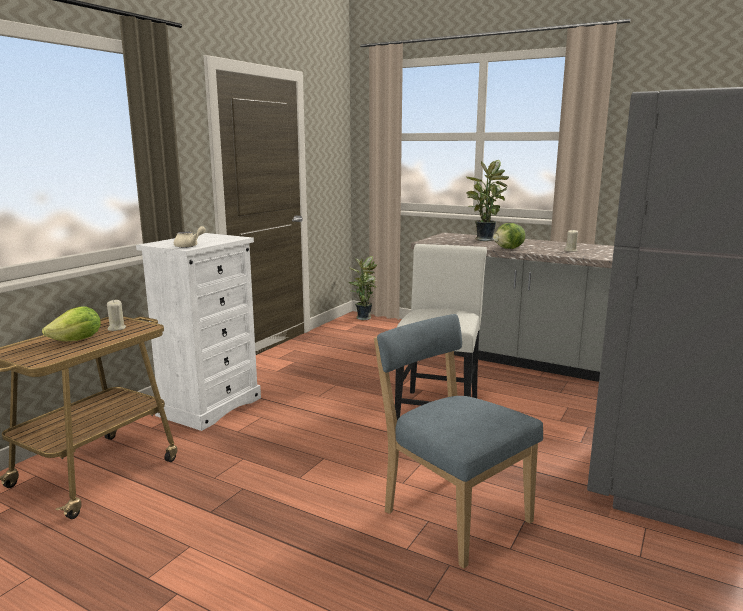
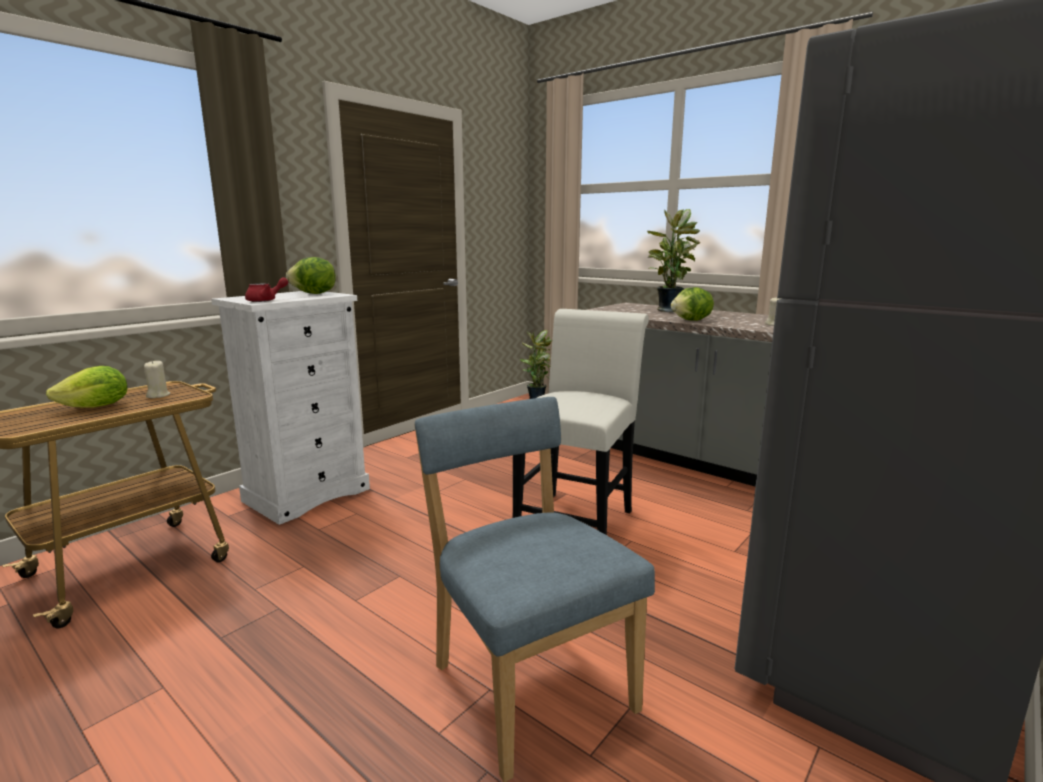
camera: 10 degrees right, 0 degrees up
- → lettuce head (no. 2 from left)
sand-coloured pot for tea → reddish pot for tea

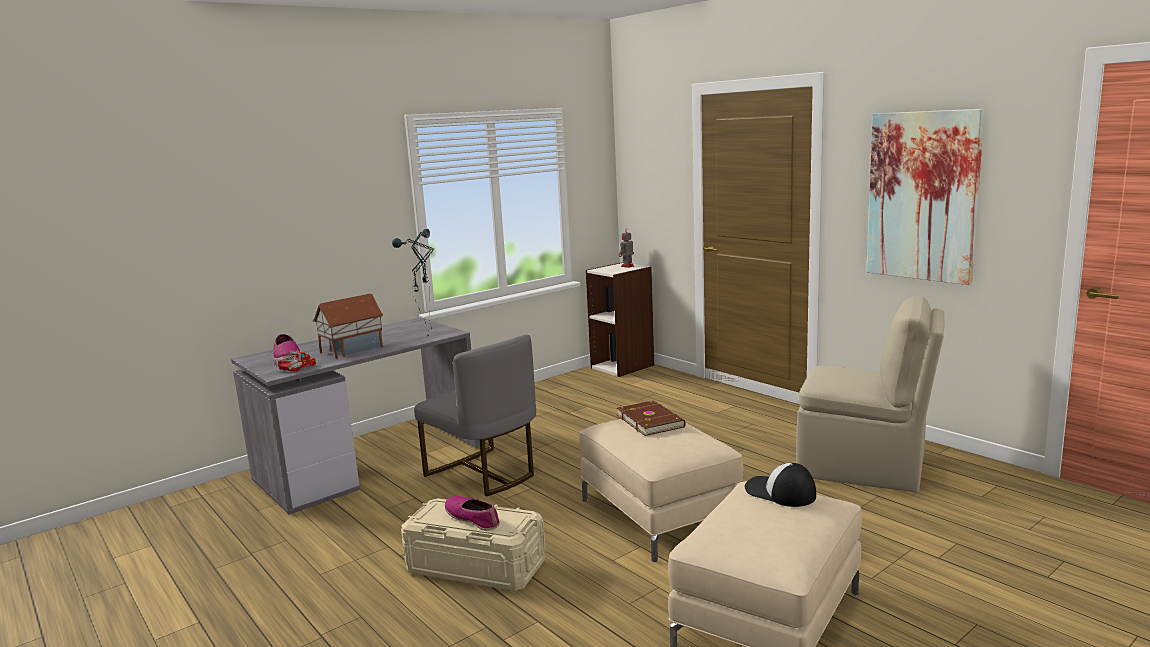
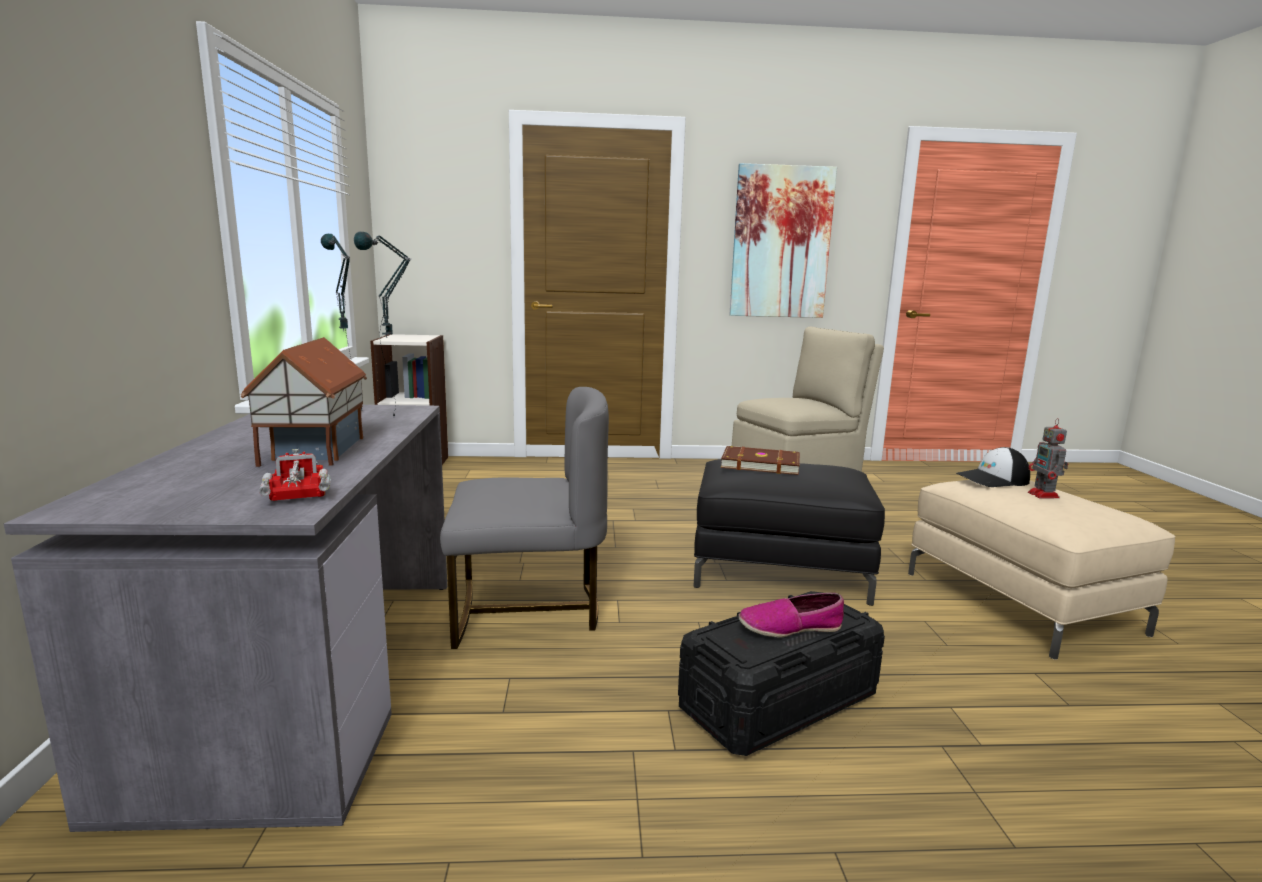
camera: 55 degrees left, 0 degrees up
item of footwear (no. 1 from left) → -
toy robot, shifted
sand-coloured storage bin → black storage bin
sand-coloured footrest (no. 1 from left) → black footrest

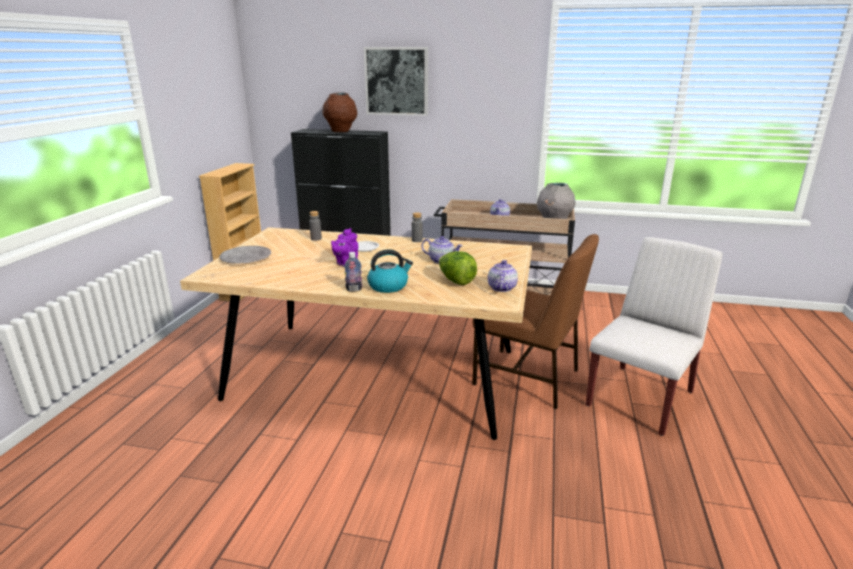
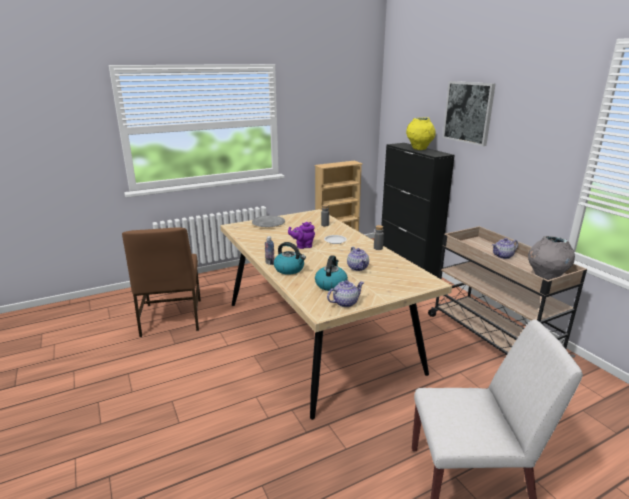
camera: 50 degrees right, 0 degrees up
brown plain chair, shifted
lettuce head → water kettle (no. 2 from left)
brown flower vase → yellow flower vase

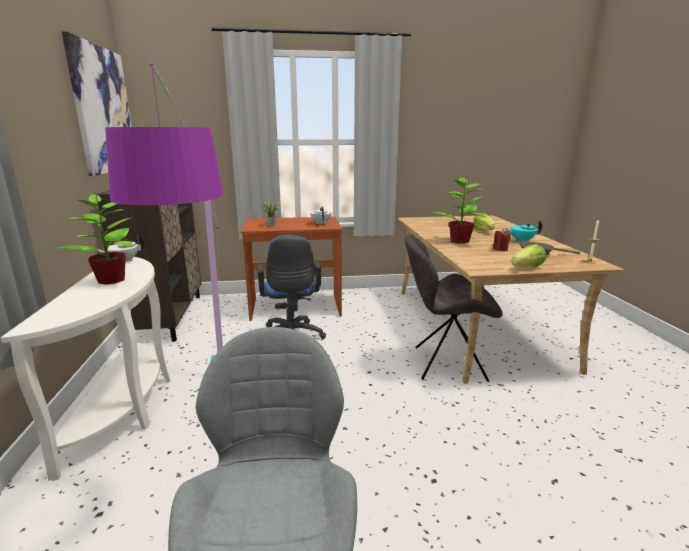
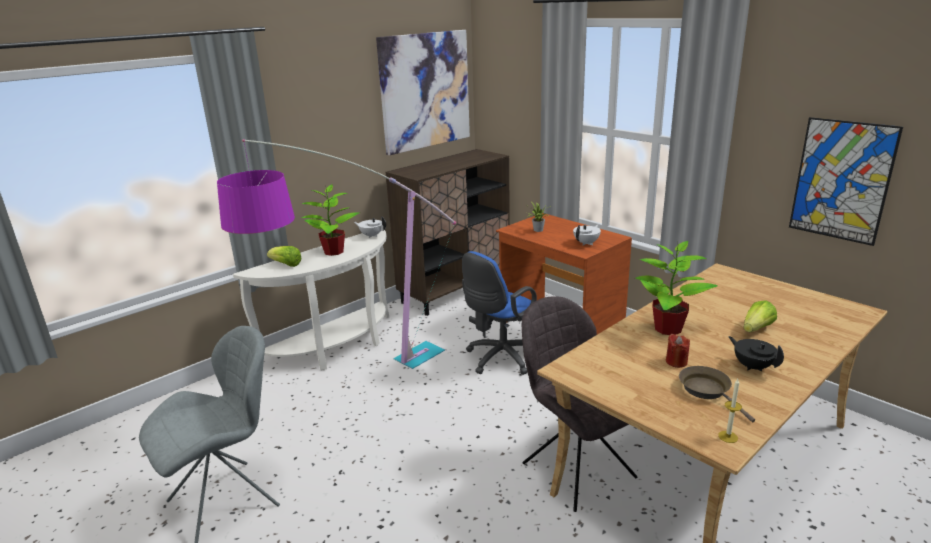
camera: 55 degrees right, 5 degrees up
- → wall art (no. 2 from left)
lettuce head (no. 2 from left in the first image) → lettuce head (no. 1 from left), shifted
blue-green pot for tea → black pot for tea

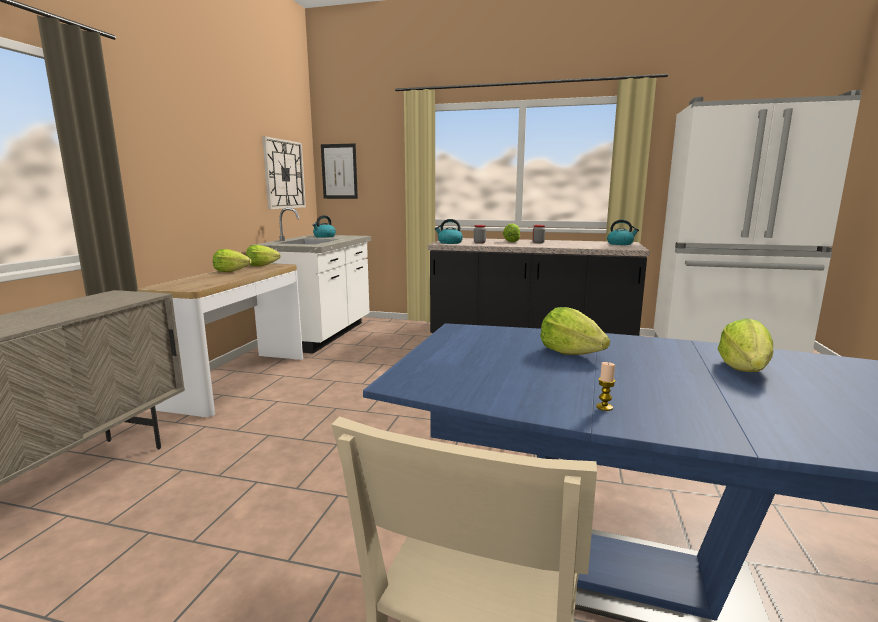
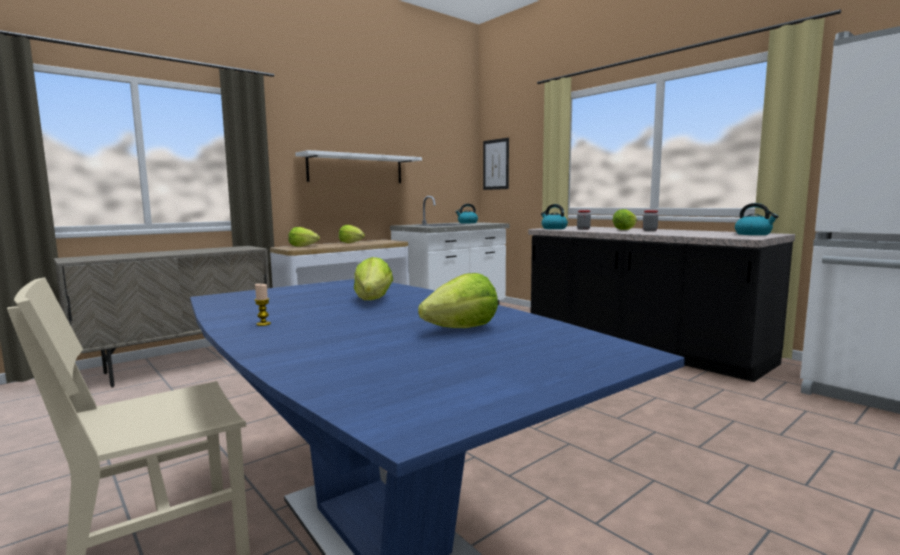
camera: 35 degrees right, 5 degrees down
wall clock → -
- → white-coloured bracket shelf
lettuce head (no. 2 from left in the first image) → lettuce head (no. 1 from left), shifted

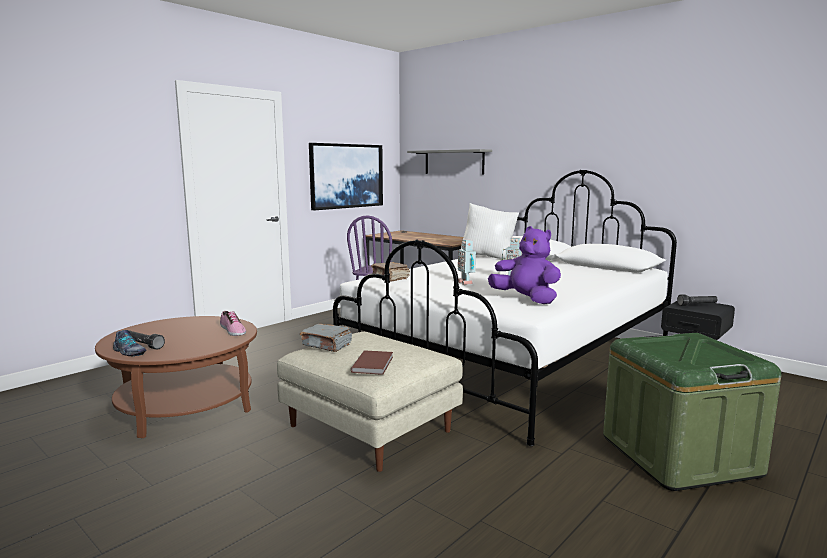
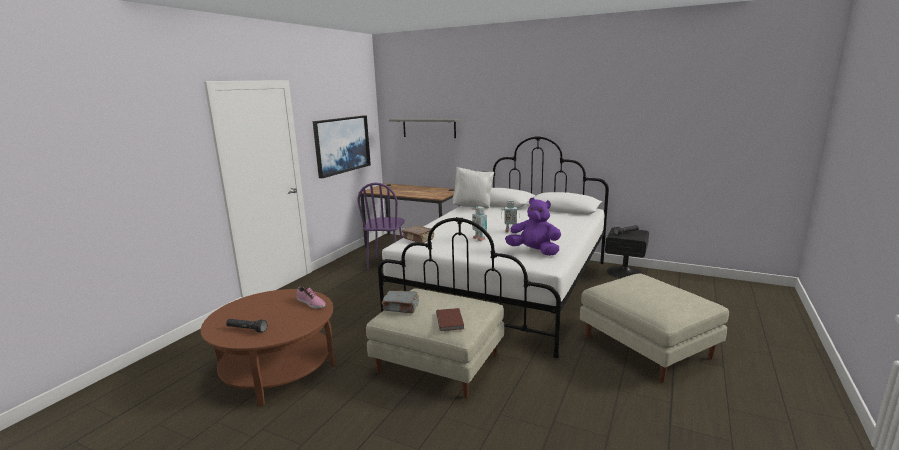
camera: 15 degrees left, 5 degrees up
item of footwear (no. 1 from left) → -
green-coloured storage bin → sand-coloured footrest (no. 2 from left)

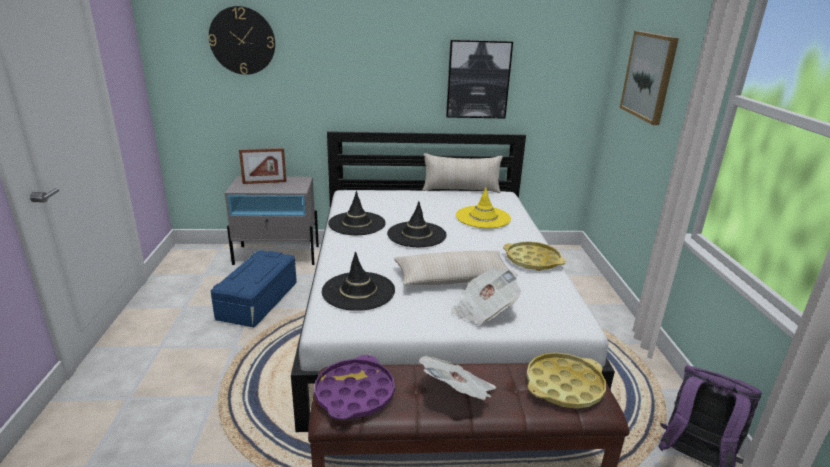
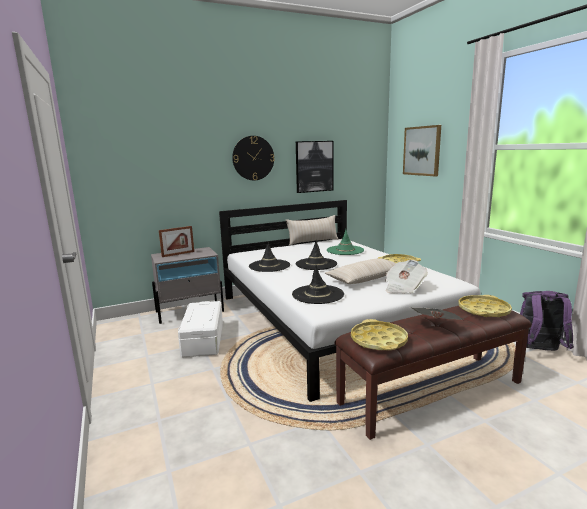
camera: 20 degrees left, 10 degrees down
wall clock, shifted
blue-coloured storage bin → white-coloured storage bin
purple carrying tray → yellow carrying tray (no. 1 from left)
yellow hat → green-coloured hat

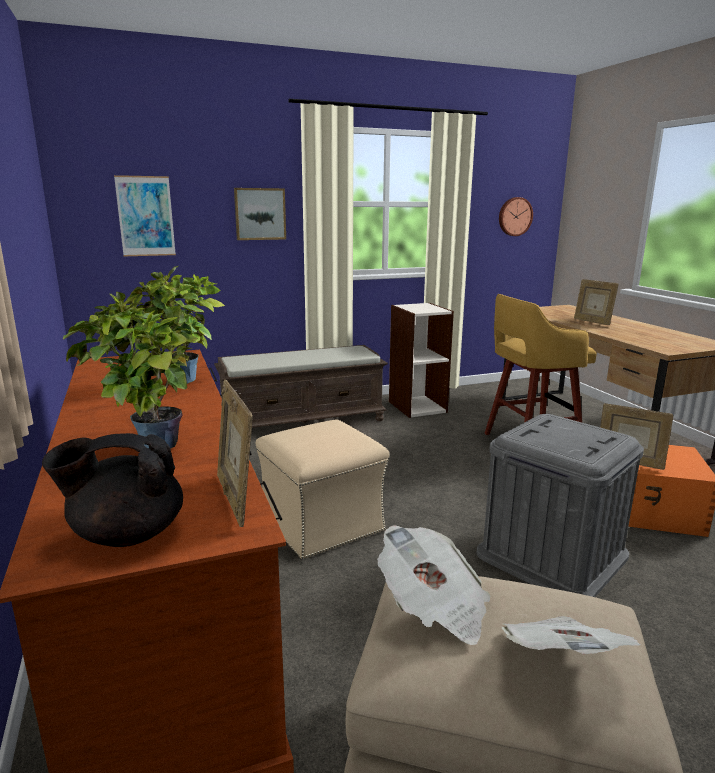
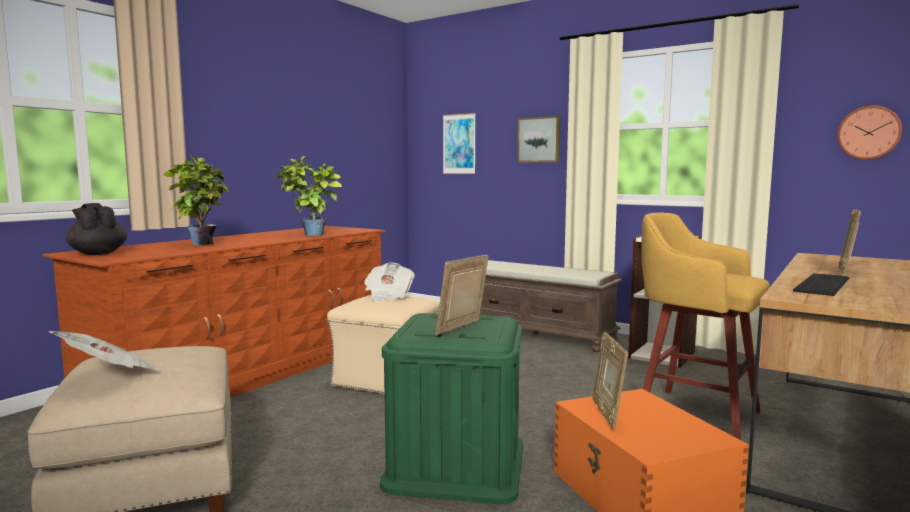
camera: 55 degrees right, 10 degrees down
- → keyboard
standing frame (no. 1 from left), shifted
newspaper (no. 1 from left in the first image) → newspaper (no. 2 from left), shifted
gray storage bin → green-coloured storage bin

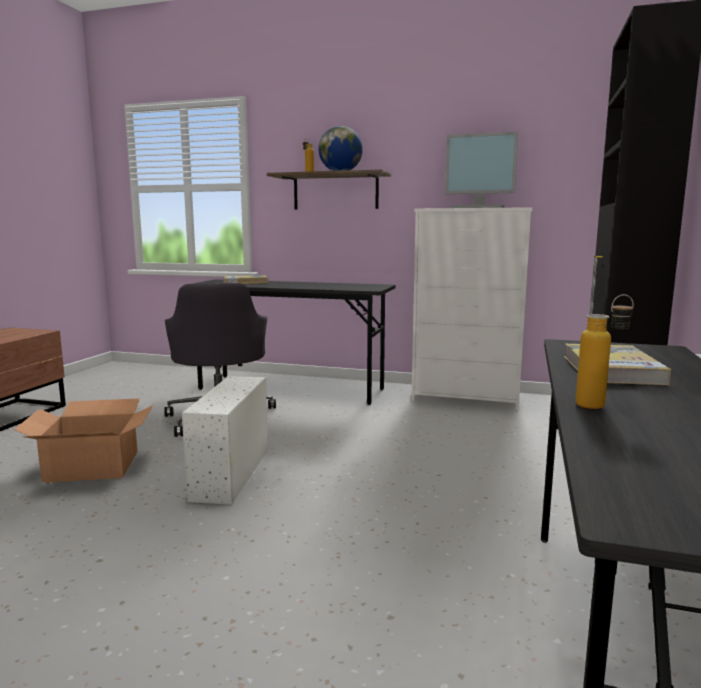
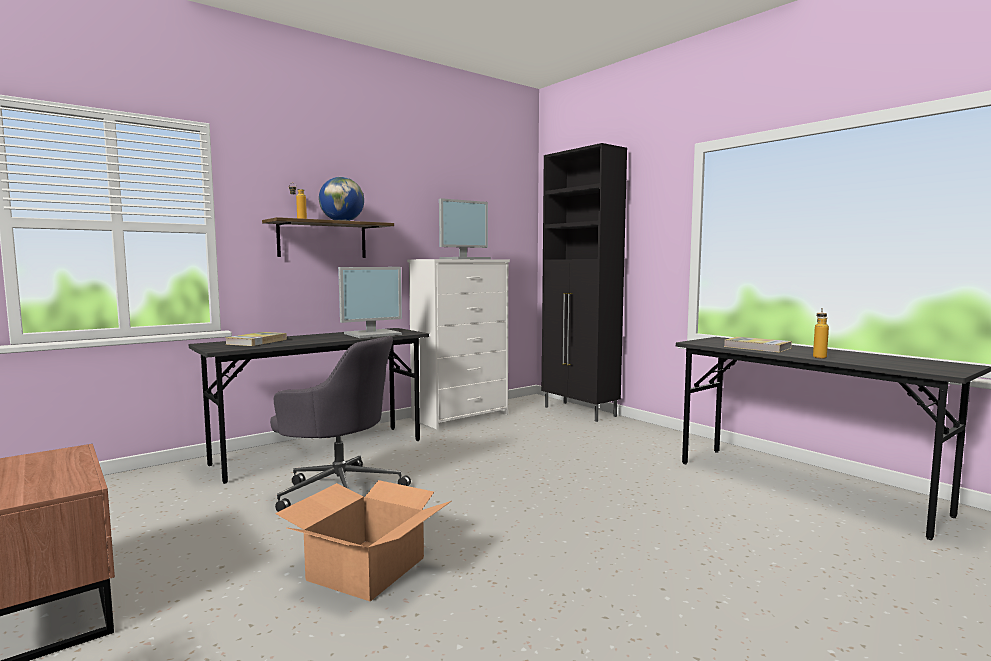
camera: 55 degrees left, 5 degrees down
white-coloured storage bin → -
- → computer display (no. 1 from left)

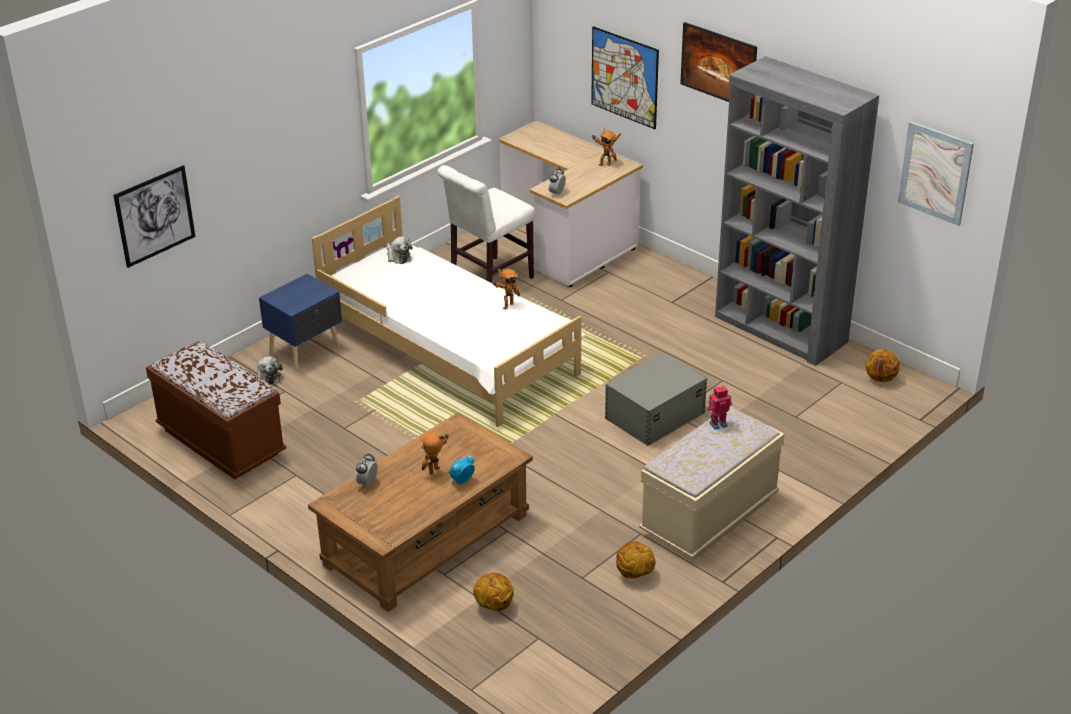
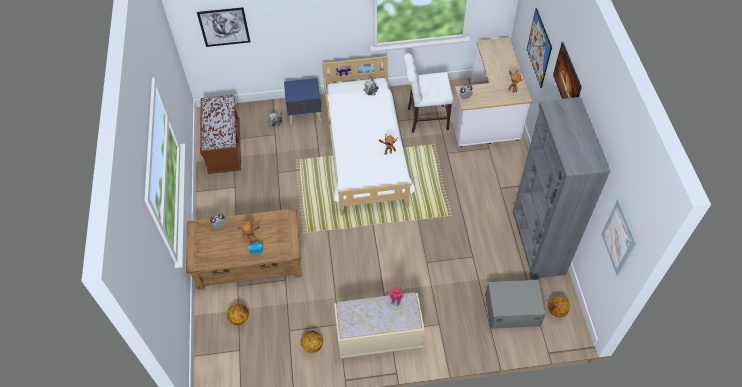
camera: 40 degrees right, 20 degrees up
gray storage bin, shifted

